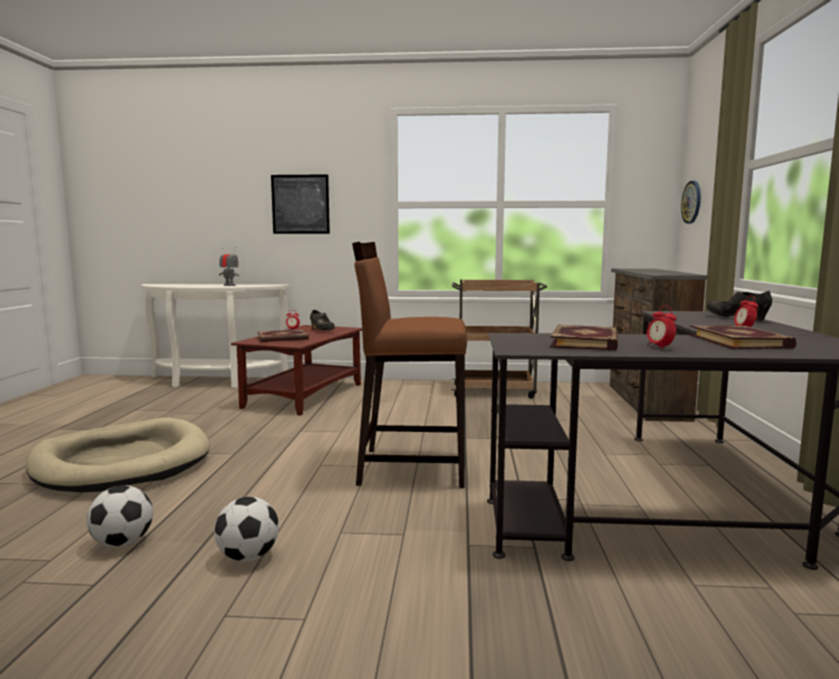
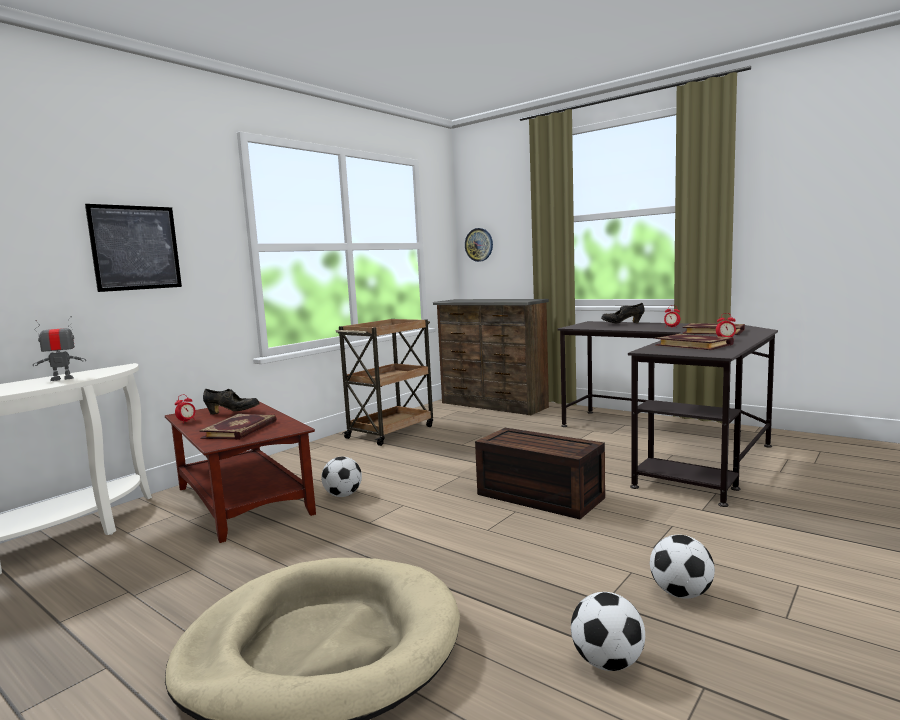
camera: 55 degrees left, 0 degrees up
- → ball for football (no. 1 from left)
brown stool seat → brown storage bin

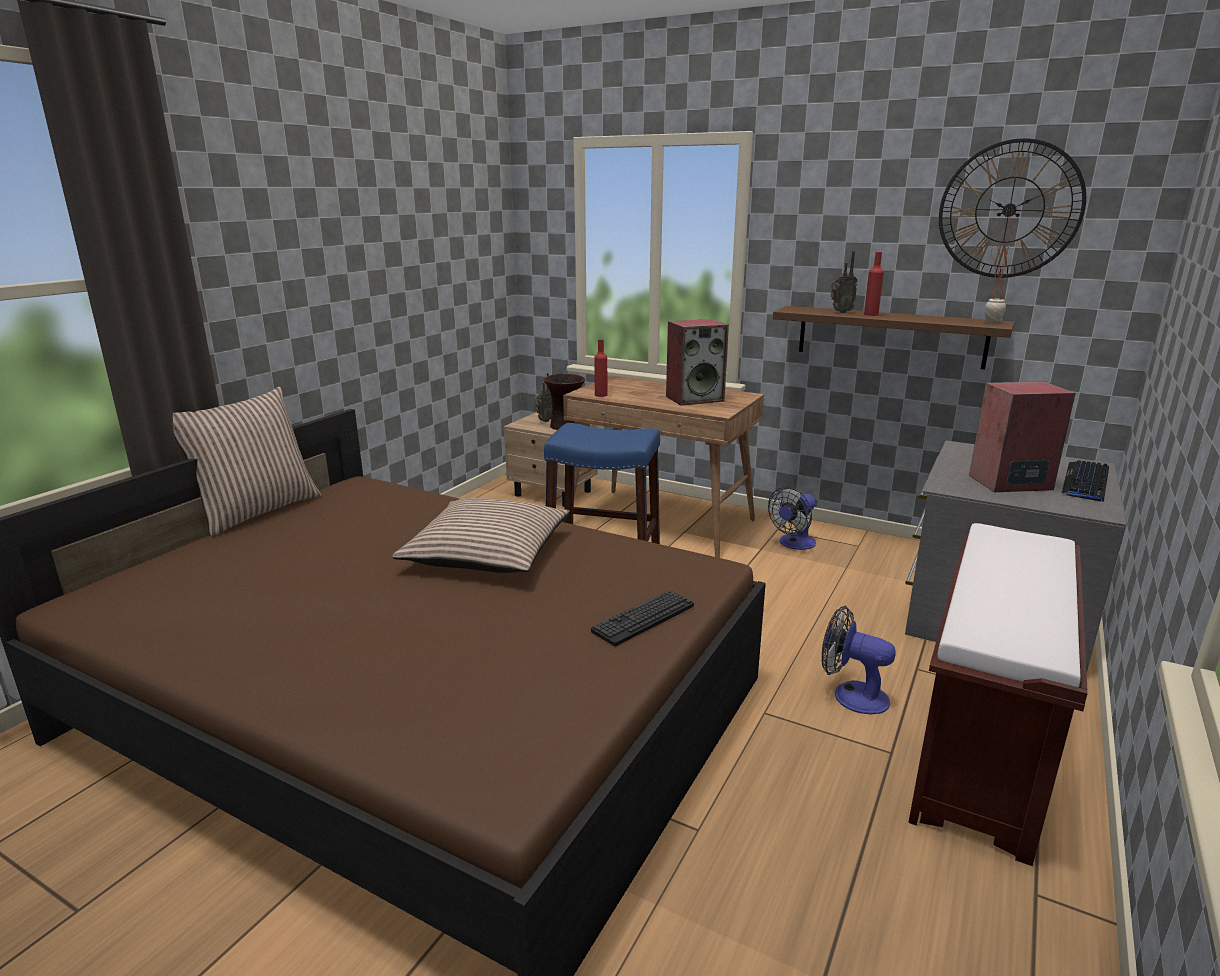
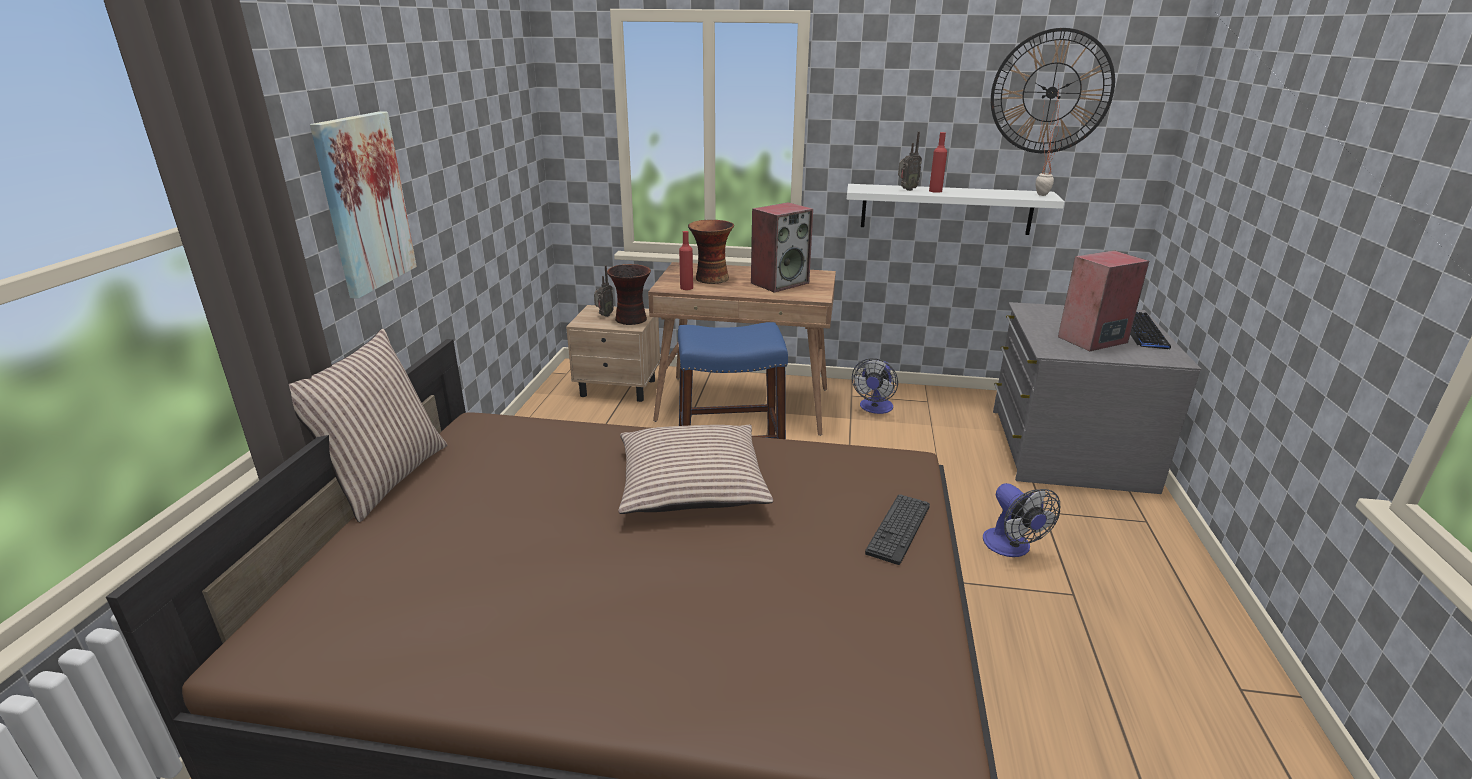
camera: 20 degrees left, 5 degrees up
brown long seat → -
- → wall art
- → flower vase (no. 2 from left)
brown bracket shelf → white-coloured bracket shelf
electric fan (no. 2 from left), 120 degrees counterclockwise

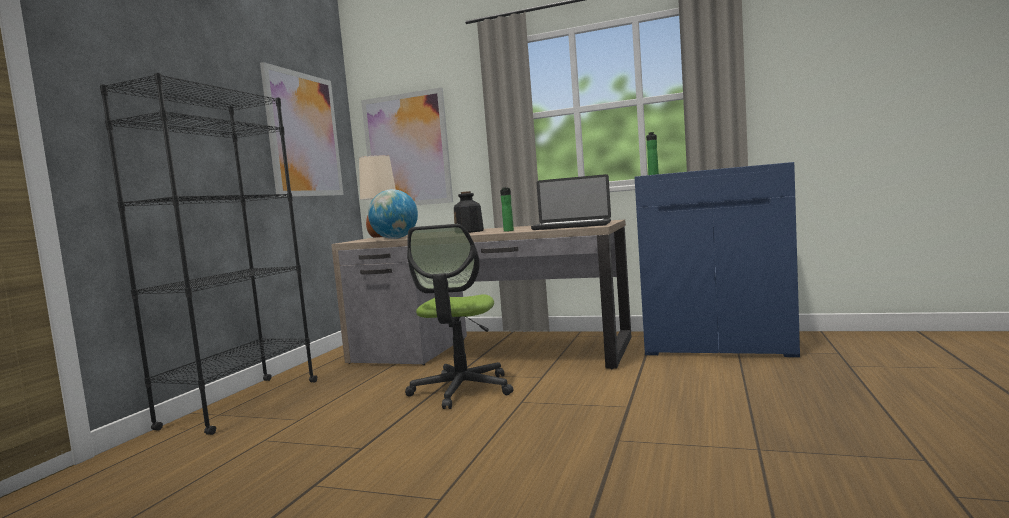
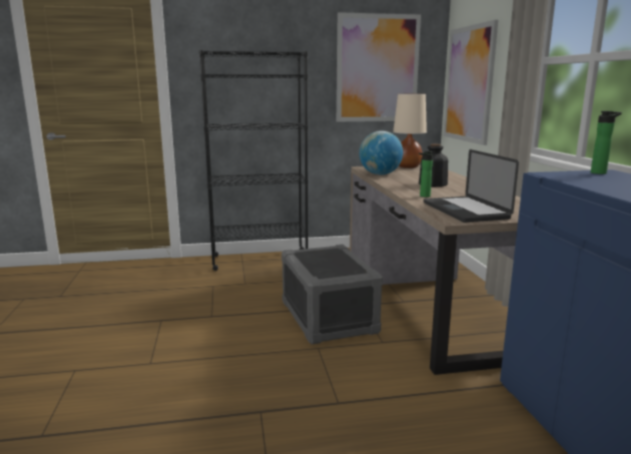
camera: 60 degrees right, 10 degrees up
computer chair → gray storage bin

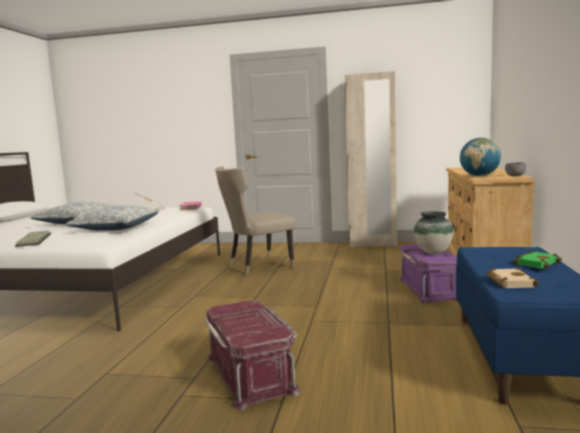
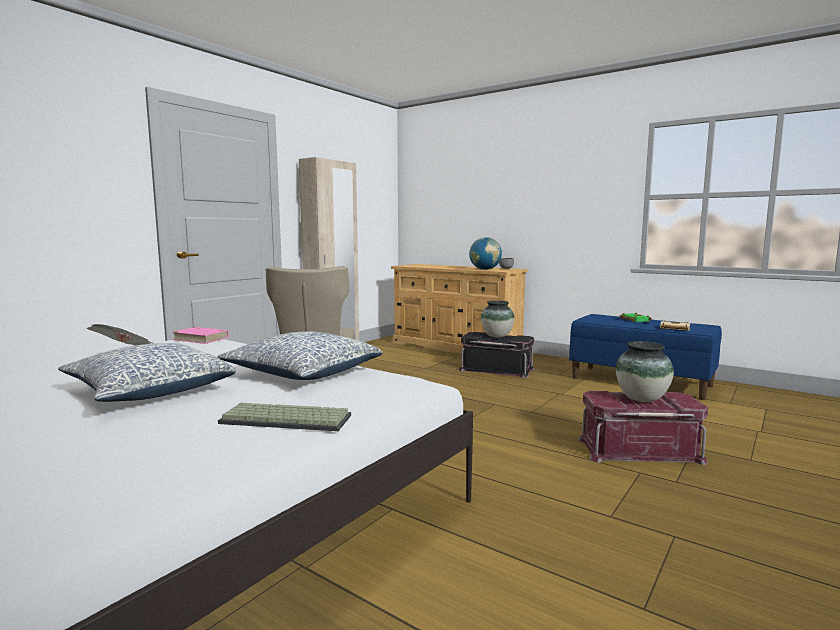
camera: 65 degrees left, 0 degrees up
- → flower vase (no. 2 from left)
purple storage bin → black storage bin

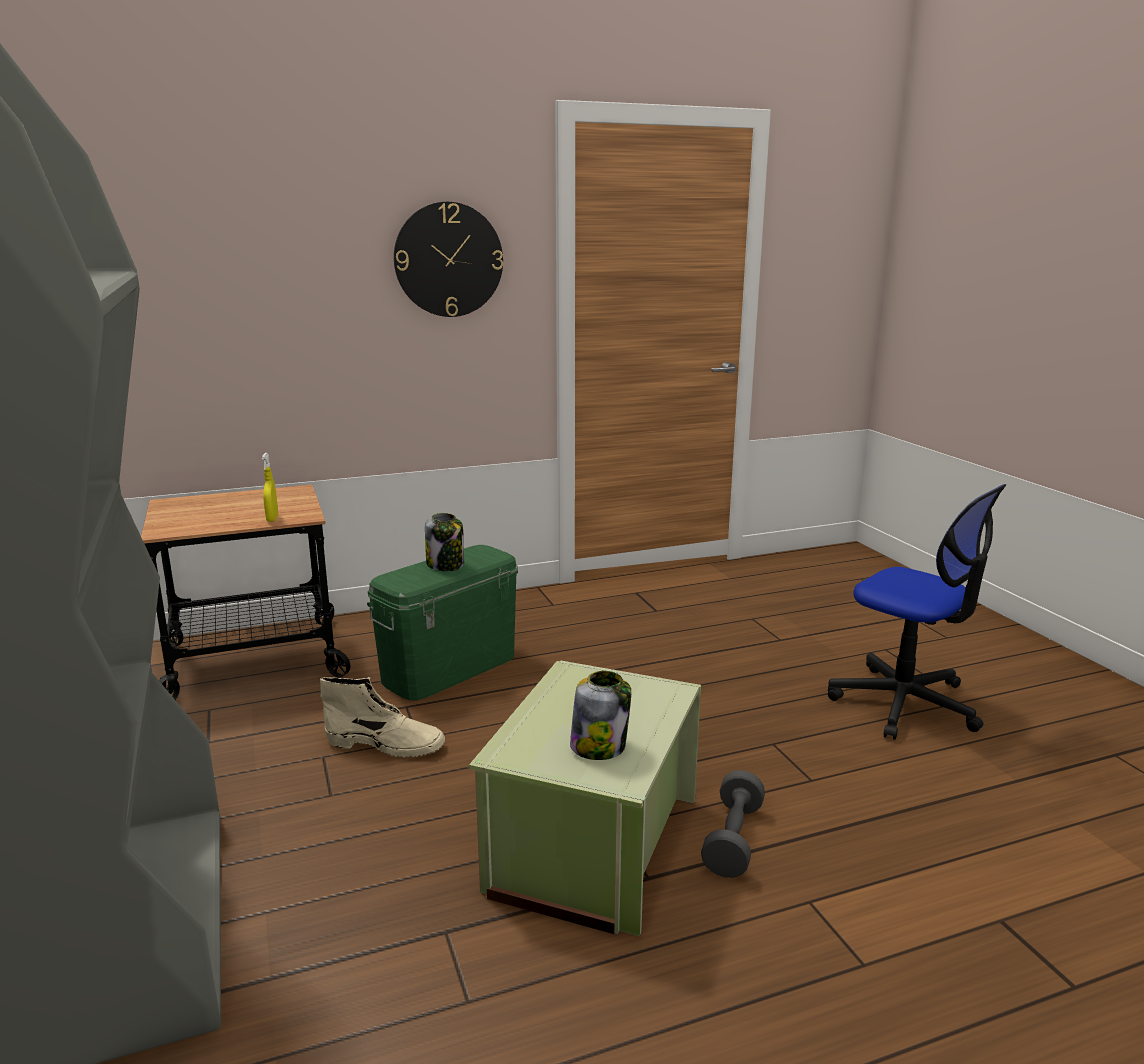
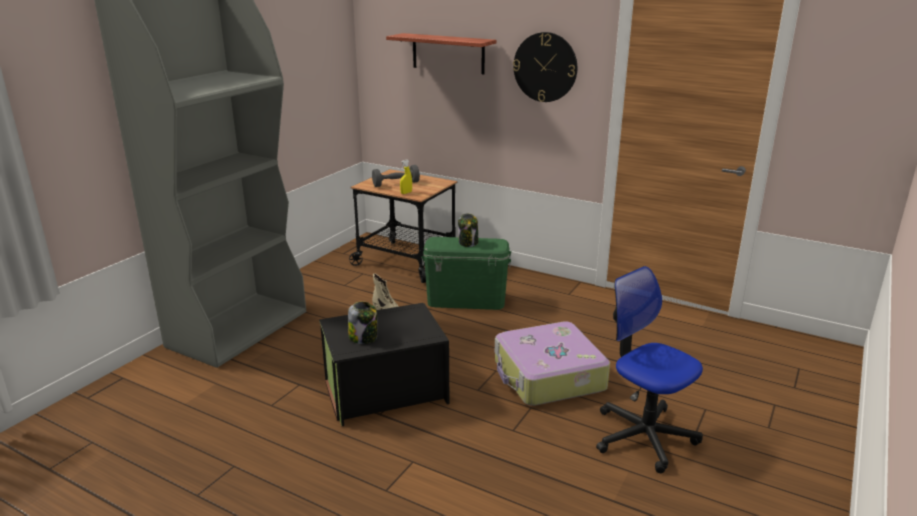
camera: 50 degrees right, 5 degrees up
- → bracket shelf
- → suitcase
gray free weight, shifted
green-coloured storage bin (no. 2 from left) → black storage bin
computer chair, 135 degrees clockwise

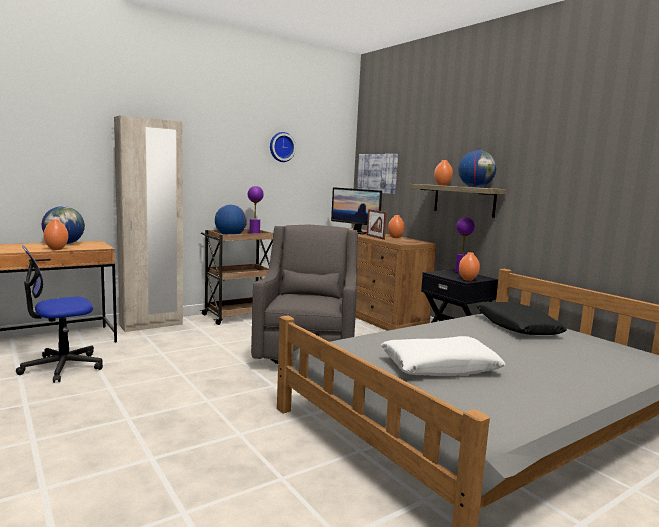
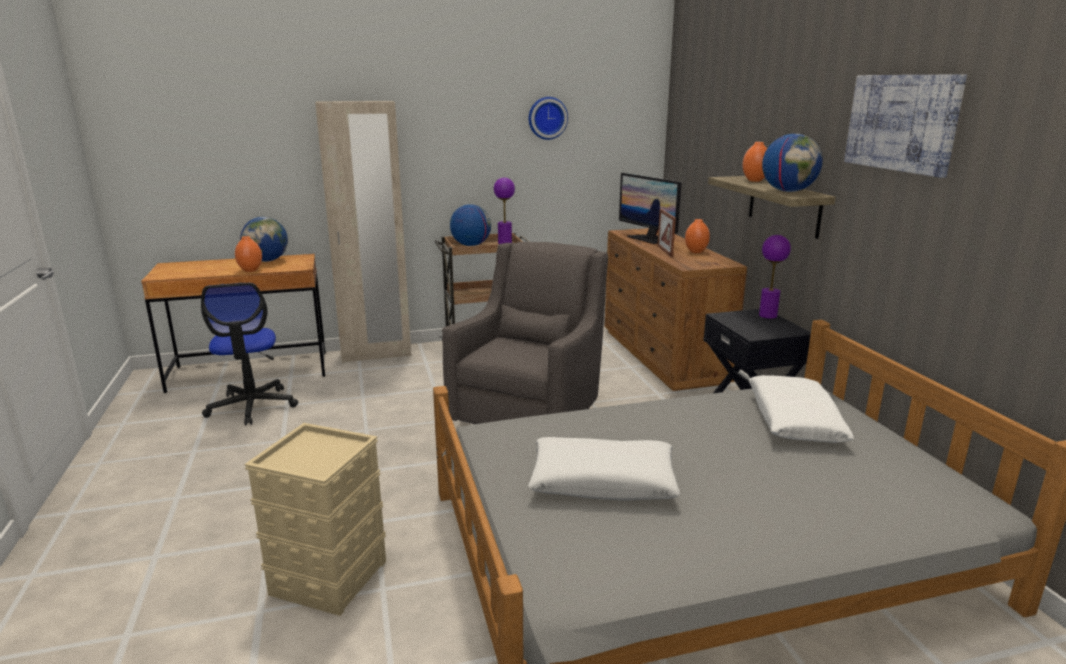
camera: 20 degrees right, 10 degrees up
orange flower vase (no. 4 from left) → -
- → sand-coloured storage bin
wall art, shifted
black pillow → white-coloured pillow (no. 2 from left)
computer chair, 90 degrees counterclockwise

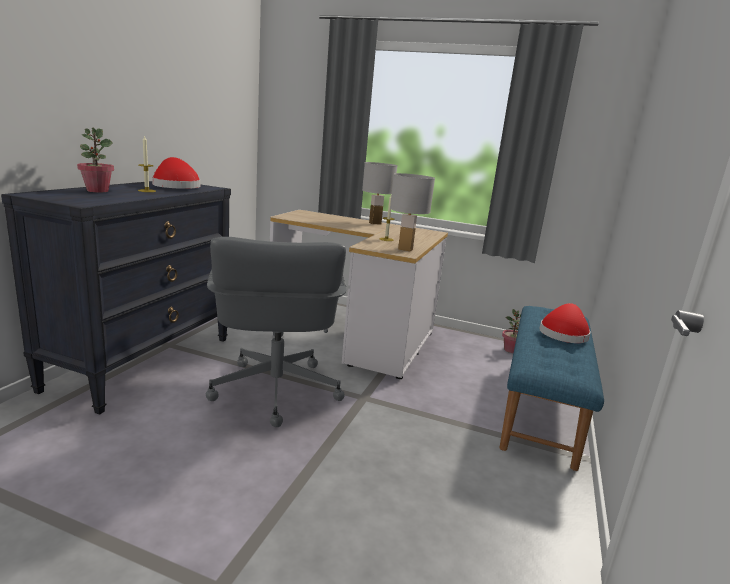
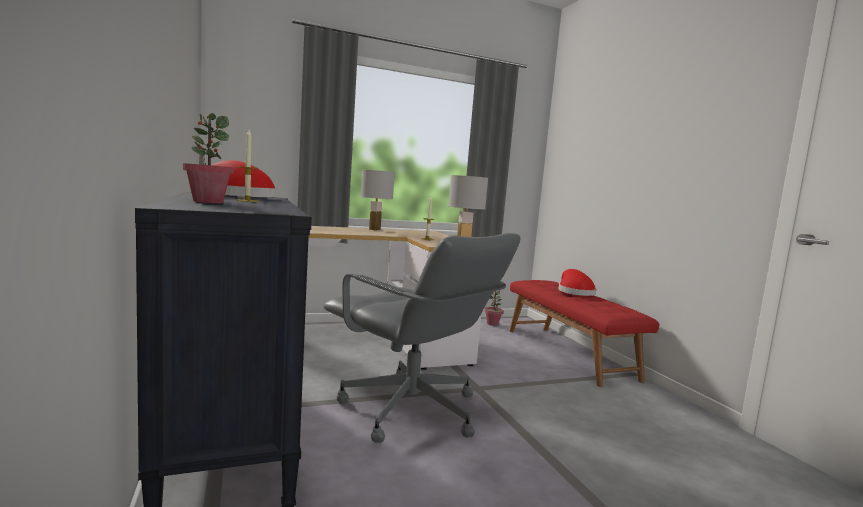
camera: 40 degrees left, 10 degrees down
blue-coloured long seat → reddish long seat

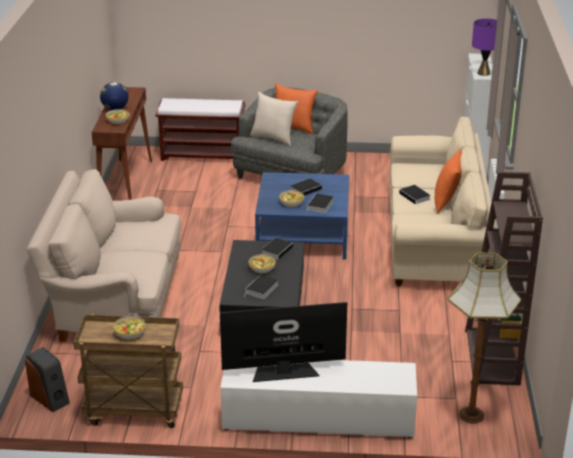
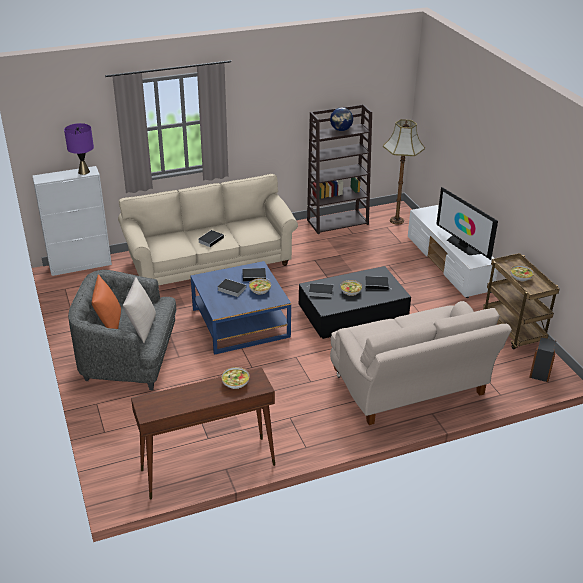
camera: 115 degrees left, 5 degrees up
brown long seat → -
orange pillow (no. 2 from left) → -
world globe, shifted

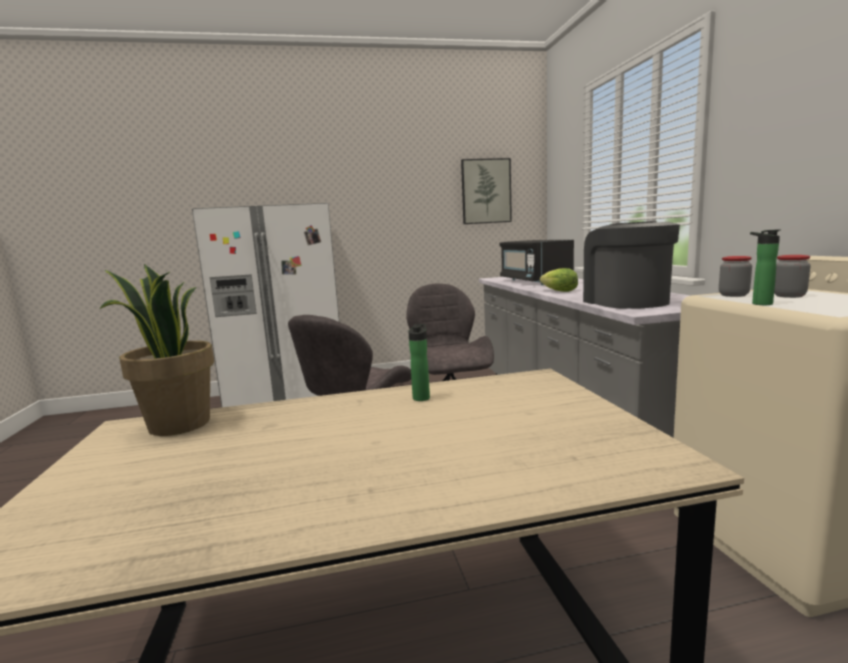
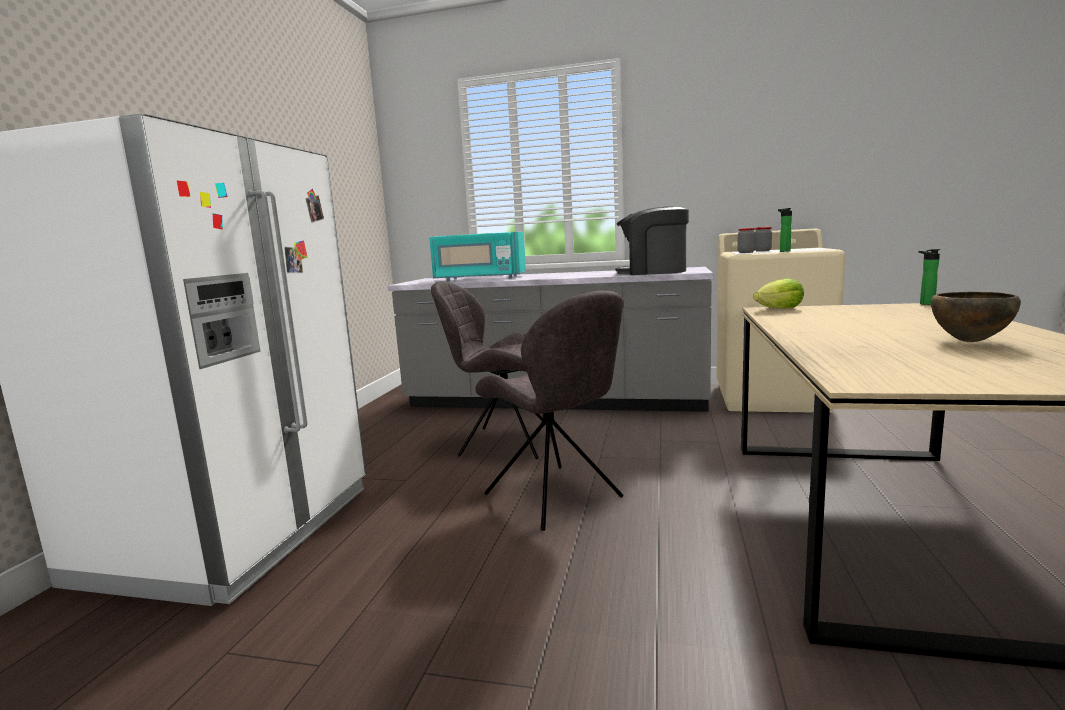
camera: 65 degrees left, 0 degrees up
plant in a pot → -
wall art → -
- → brown bowl
bottle (no. 1 from left in the first image) → bottle (no. 2 from left), shifted
lettuce head, shifted
black microwave → blue-green microwave

